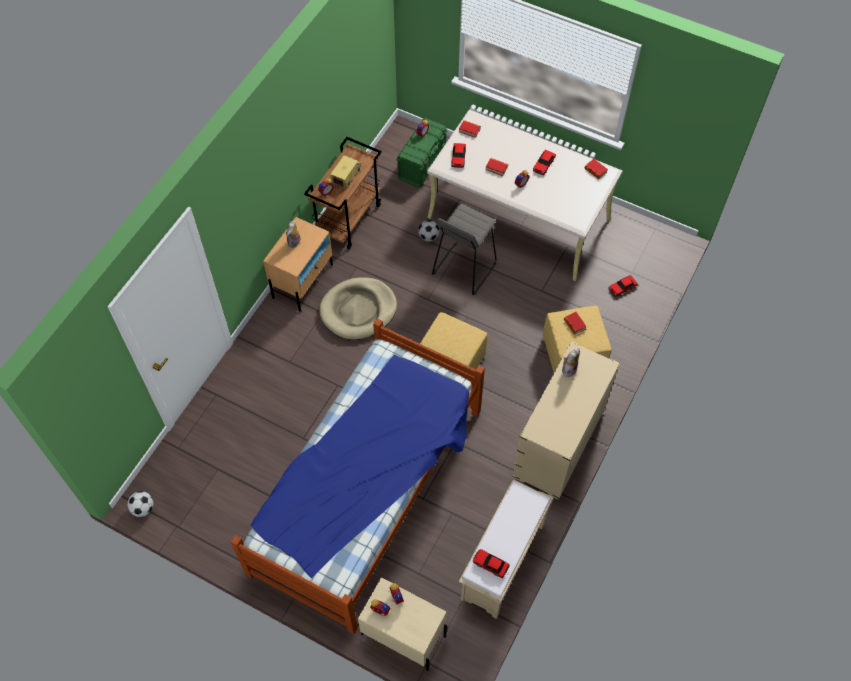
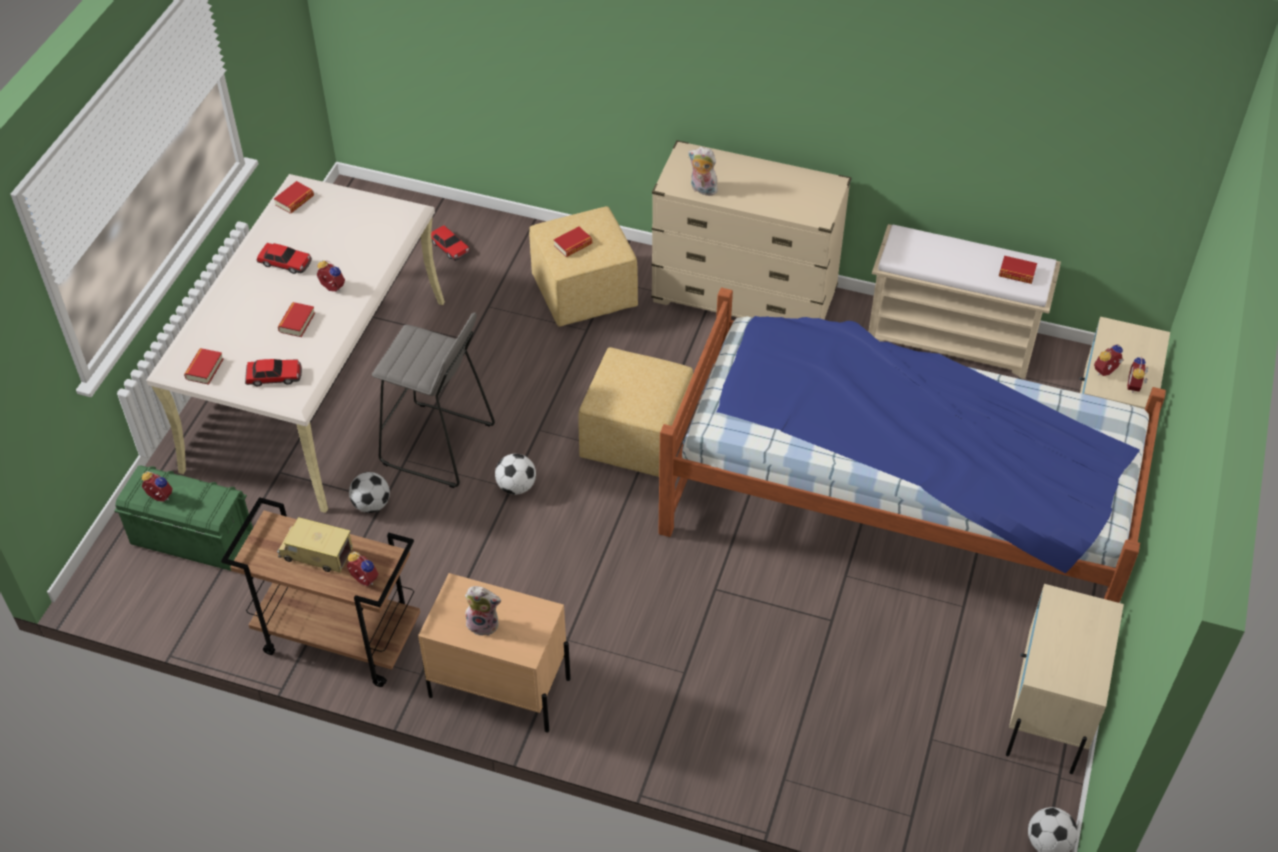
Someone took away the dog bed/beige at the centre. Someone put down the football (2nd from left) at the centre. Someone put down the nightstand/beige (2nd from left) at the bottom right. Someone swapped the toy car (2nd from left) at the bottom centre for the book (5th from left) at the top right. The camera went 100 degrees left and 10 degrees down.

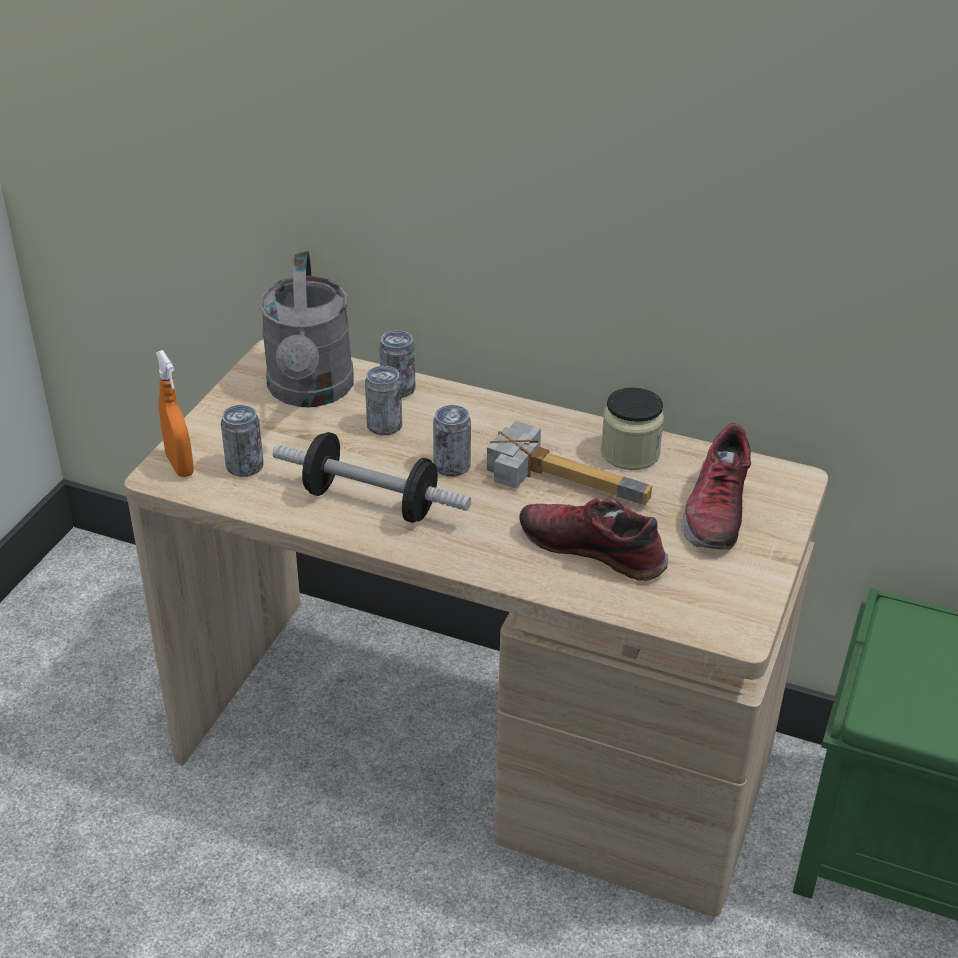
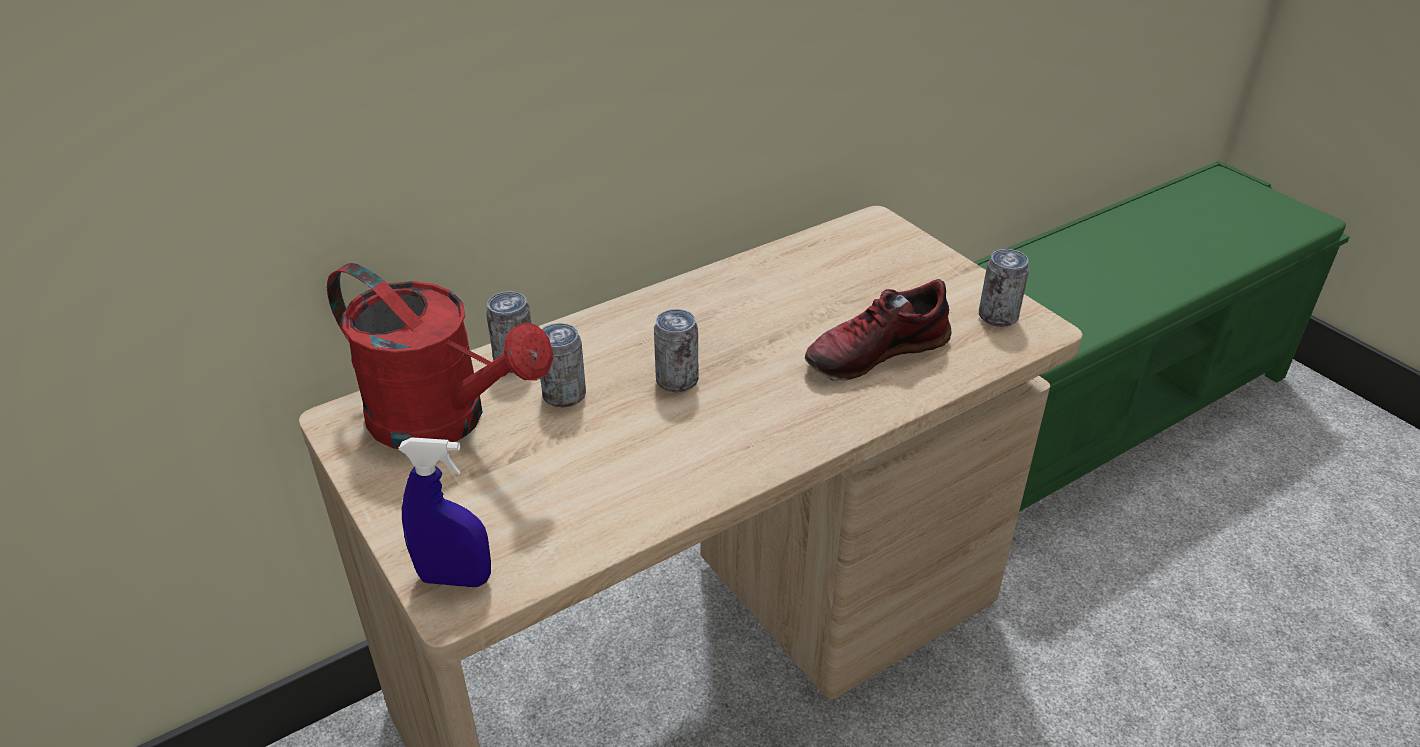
Someone took away the dumbbell at the centre. Someone took away the hammer at the centre. Someone took away the jar at the centre. Someone took away the shoe (2nd from left) at the middle right. Someone carried the can (1st from left in the first image) from the middle left to the middle right. Someone repainted the spray bottle/orange at the middle left, which became the spray bottle/blue at the bottom left. Someone repainted the watering can/grey at the middle left, which became the watering can/red at the middle left. The camera went 55 degrees left and 0 degrees up.

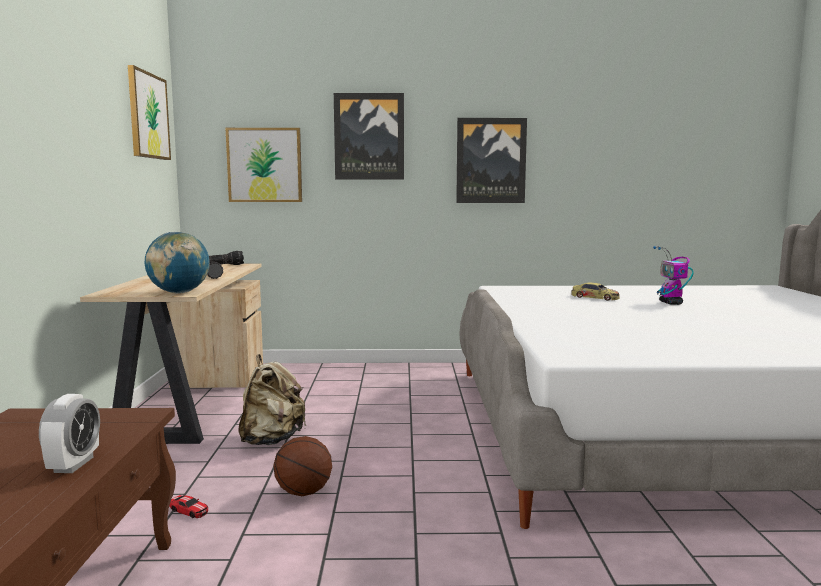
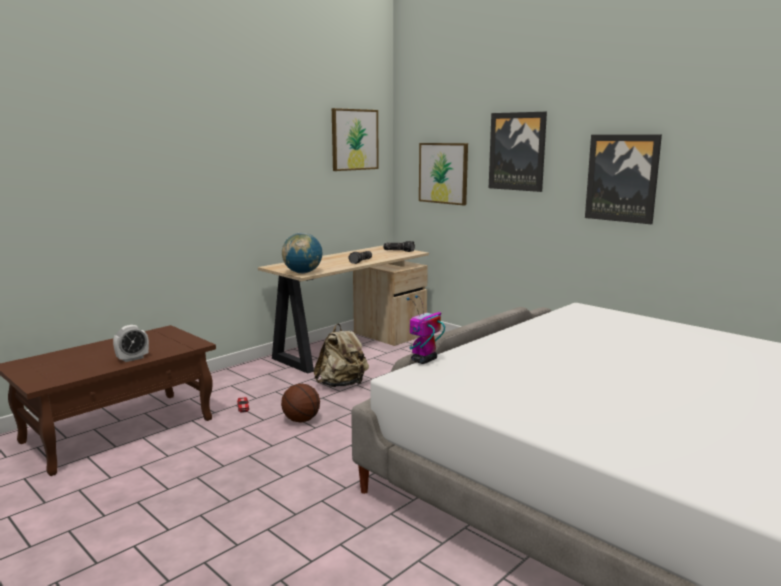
Someone took away the toy car (2nd from left) at the middle right. Someone carried the toy robot from the middle right to the centre. The camera went 45 degrees right and 5 degrees up.

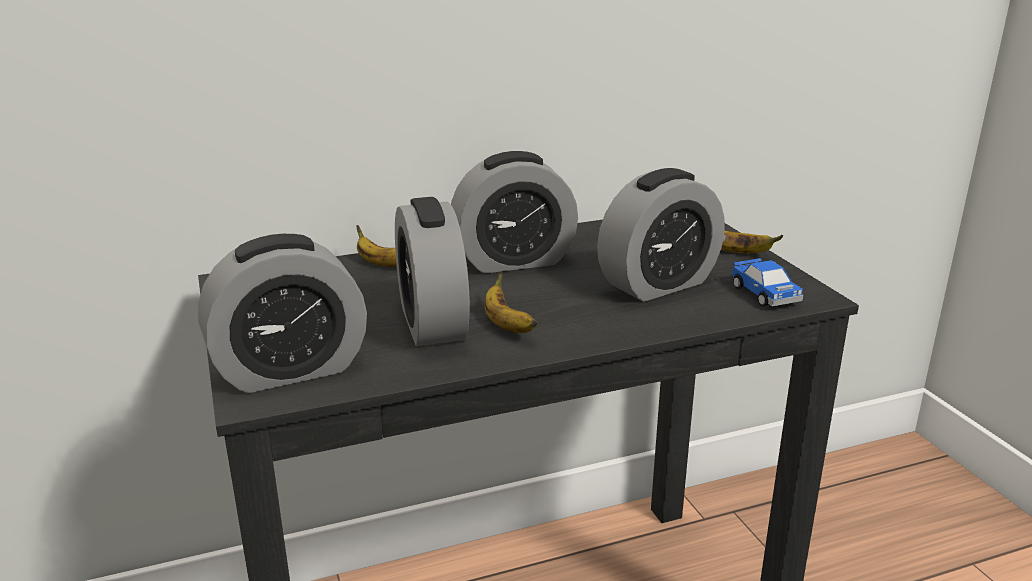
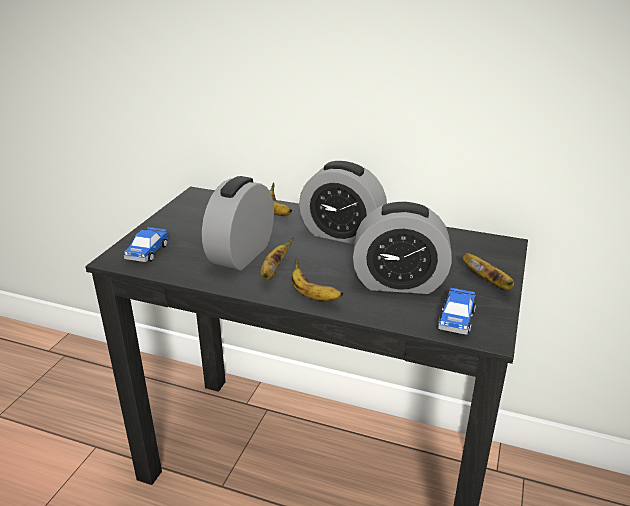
Someone put down the banana (3rd from left) at the centre. Someone swapped the alarm clock (1st from left) at the middle left for the toy car (1st from left) at the middle left. The camera went 40 degrees right and 5 degrees up.

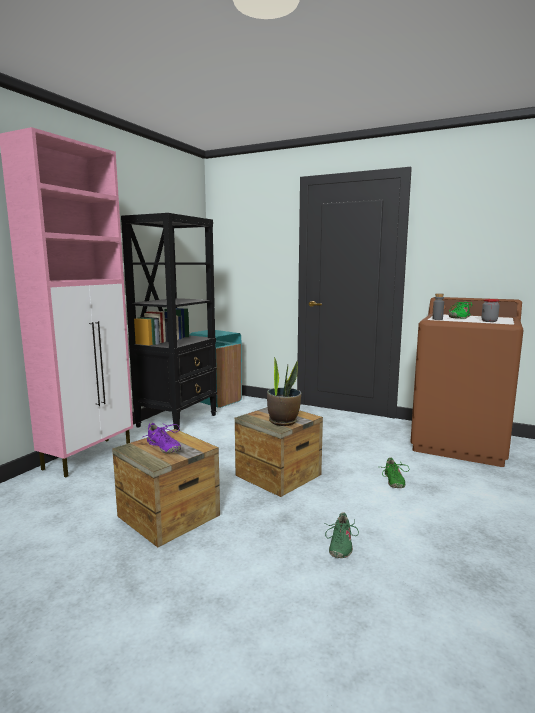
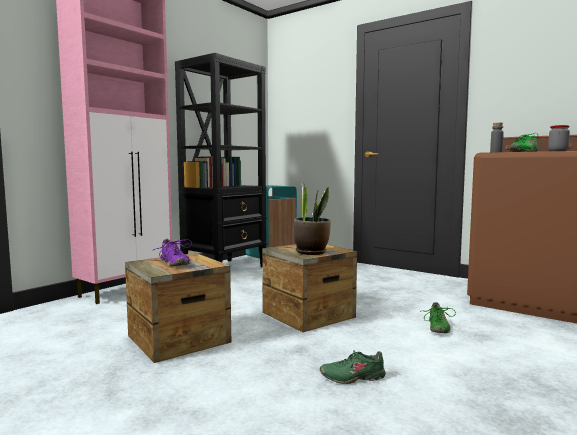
Someone rotated the shoe/green (1st from left) at the bottom centre by 60 degrees clockwise. The camera went 10 degrees right and 5 degrees down.

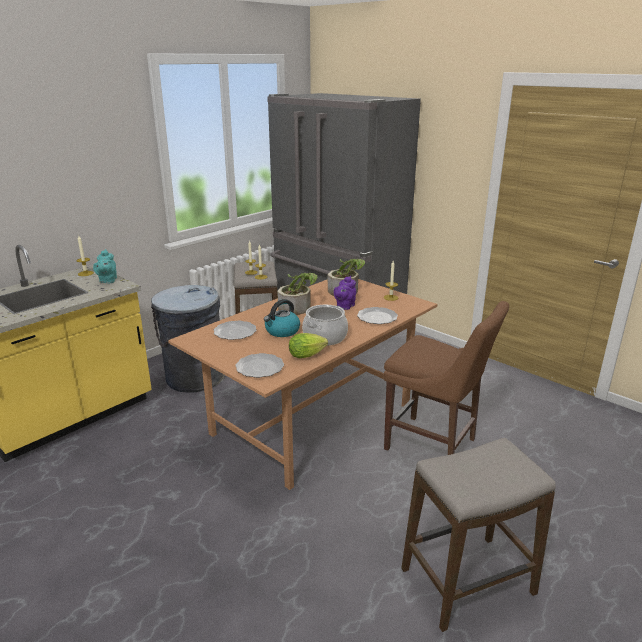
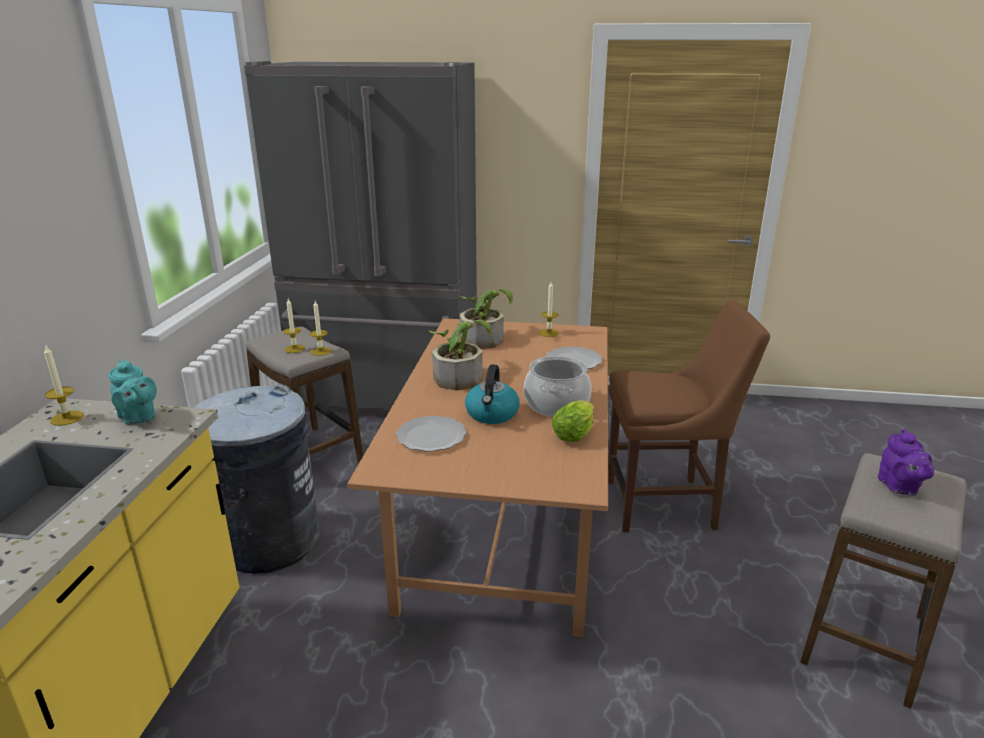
Someone took away the plate (2nd from left) at the centre. Someone carried the teapot/purple from the centre to the middle right. The camera went 35 degrees left and 0 degrees up.

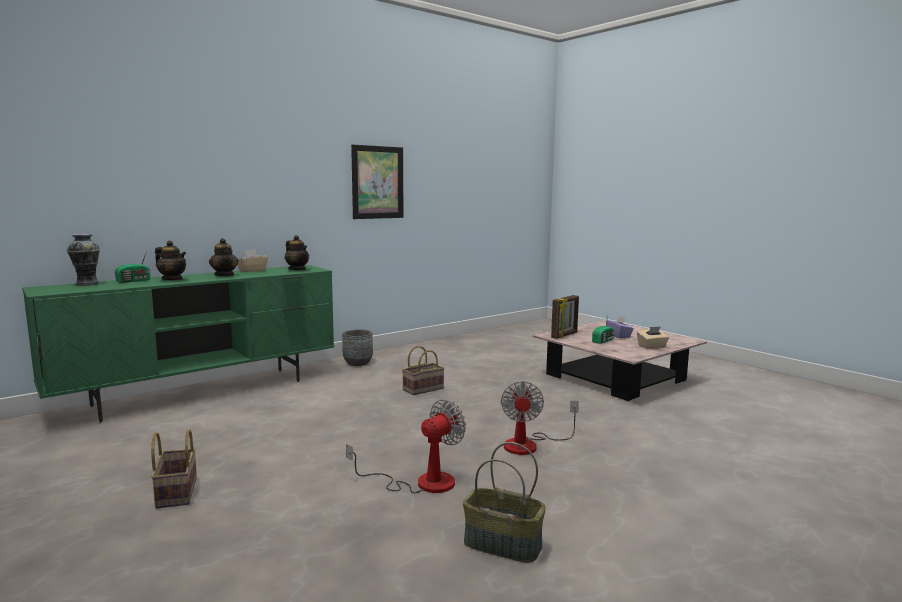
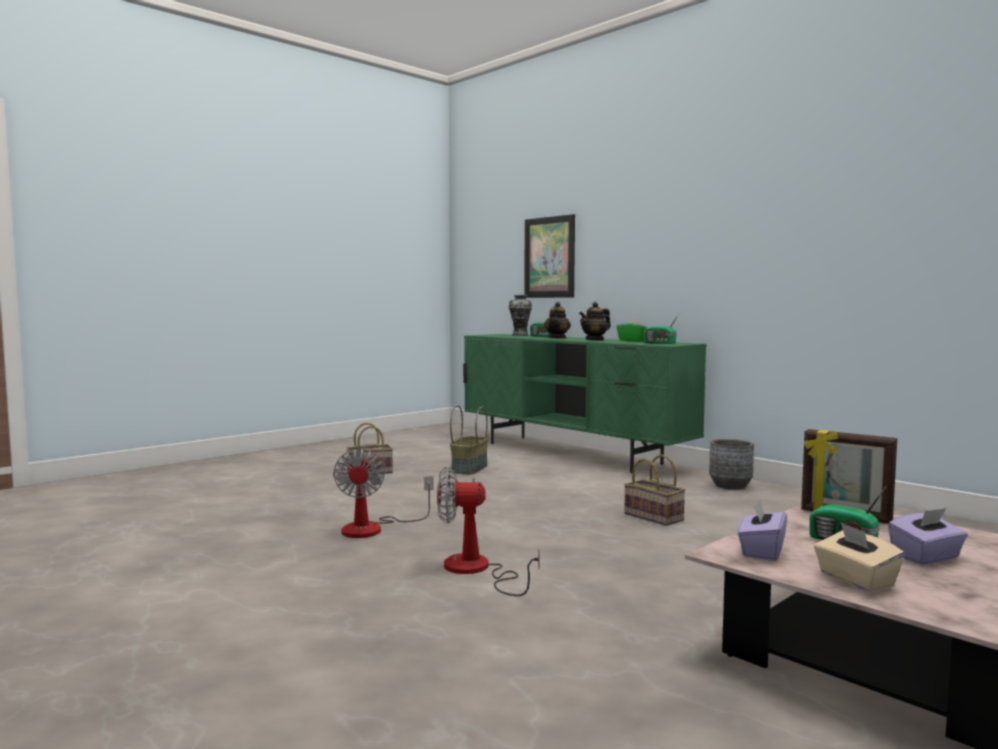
Someone put down the tissue box/purple (1st from left) at the bottom right. Someone carried the picture from the top centre to the centre. Someone carried the basket (3rd from left in the first image) from the bottom centre to the centre. Someone swapped the teapot (3rd from left) at the middle left for the radio (2nd from left) at the centre. Someone repainted the tissue box/beige (1st from left) at the middle left, which became the tissue box/green at the centre. Someone rotated the fan (1st from left) at the bottom centre by 45 degrees clockwise. The camera went 85 degrees right and 5 degrees down.

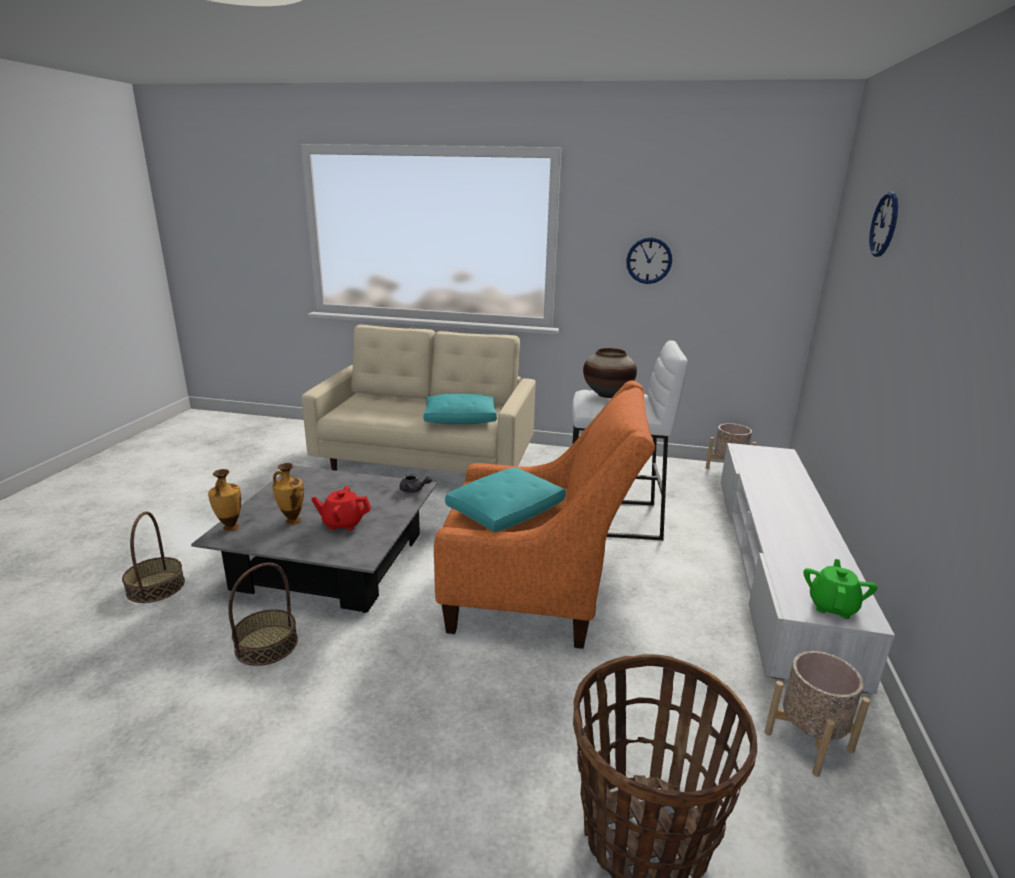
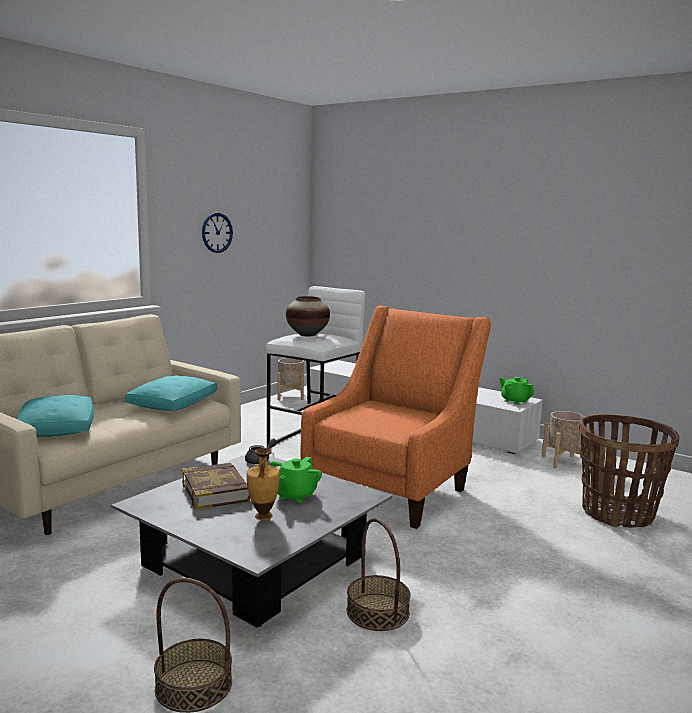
Someone took away the vase (1st from left) at the middle left. Someone took away the wall clock (2nd from left) at the top right. Someone put down the book at the bottom left. Someone carried the pillow/turquoise (2nd from left in the first image) from the centre to the middle left. Someone repainted the teapot/red at the centre, which became the teapot/green (1st from left) at the bottom centre. The camera went 65 degrees left and 10 degrees down.

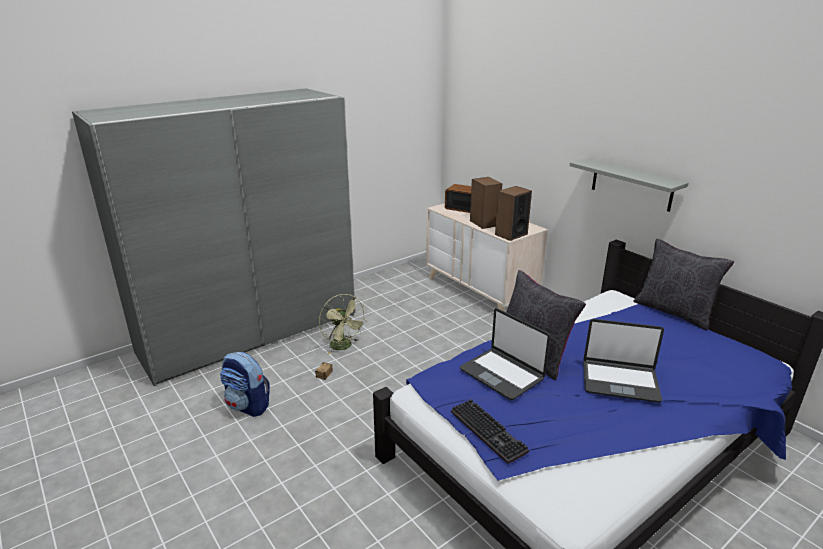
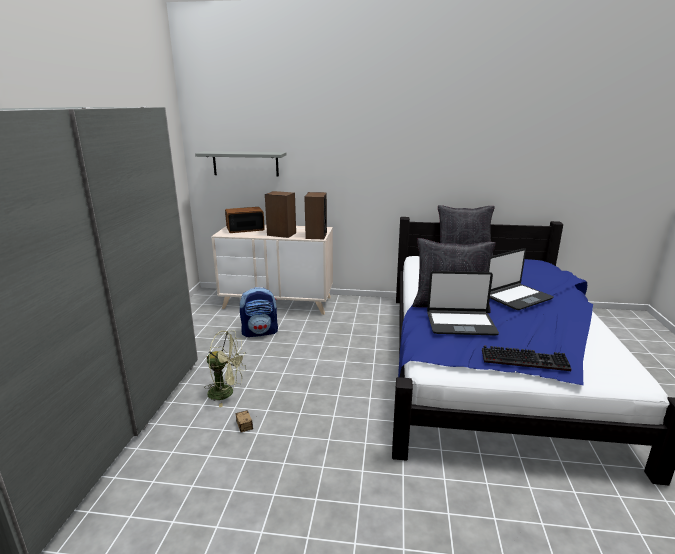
Someone carried the backpack from the bottom left to the centre. Someone carried the shelf/grey from the middle right to the top centre. The camera went 45 degrees left and 5 degrees down.

